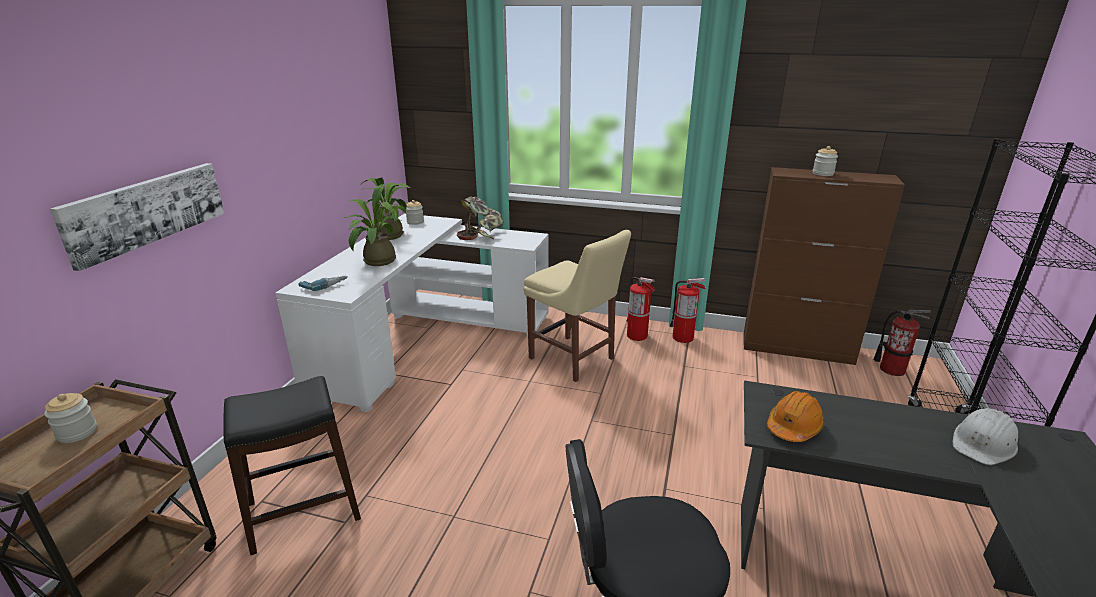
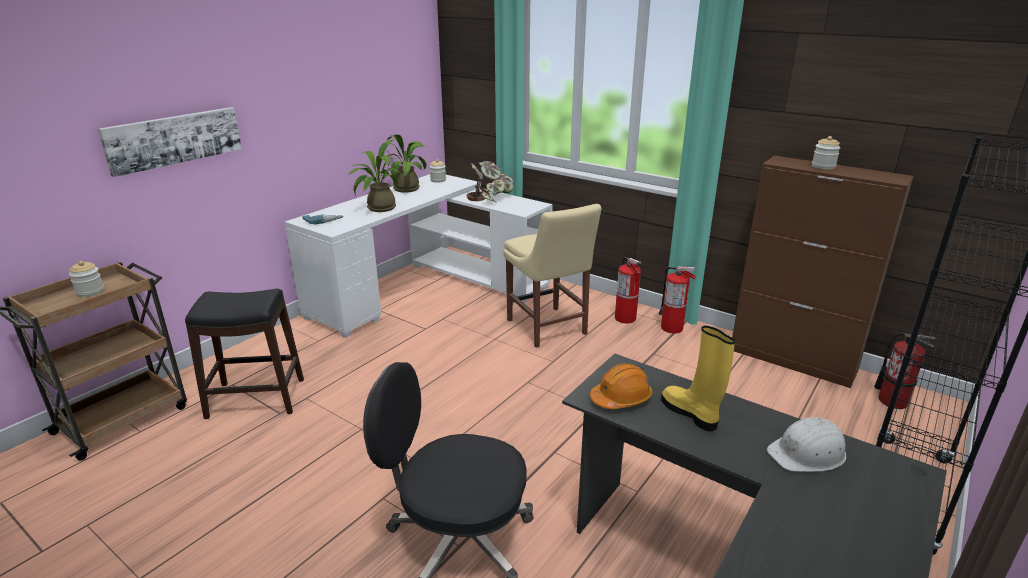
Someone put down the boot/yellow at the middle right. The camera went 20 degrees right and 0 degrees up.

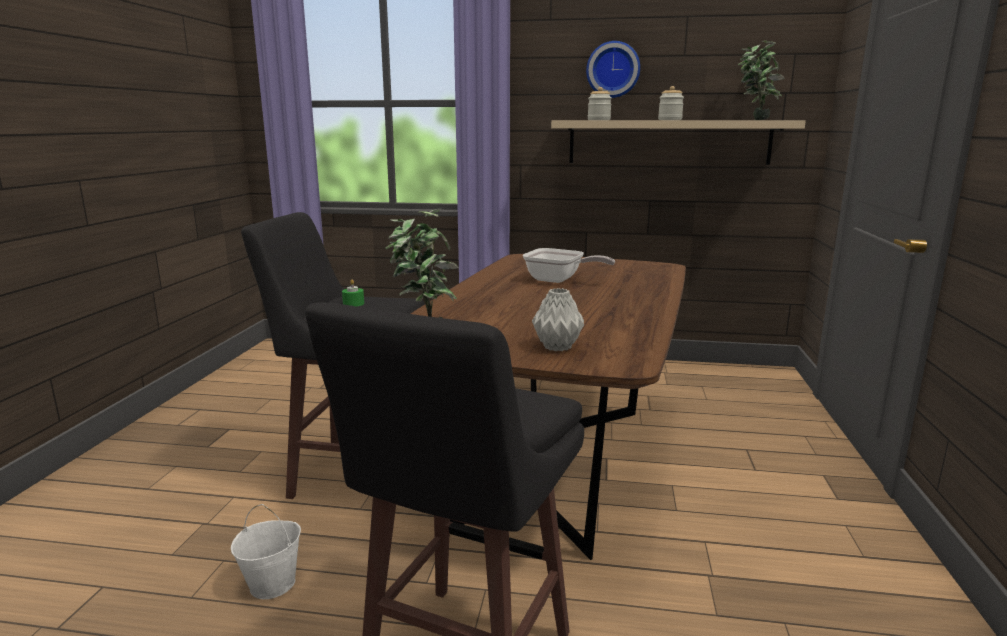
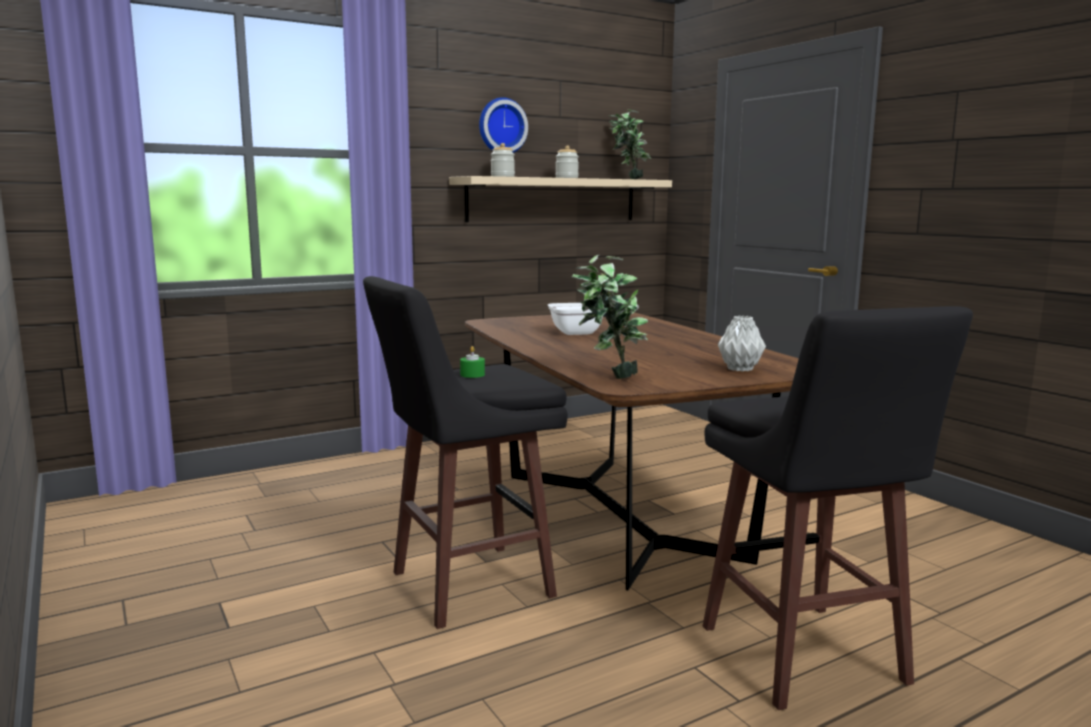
Someone took away the bucket/white at the bottom left. The camera went 40 degrees left and 5 degrees down.

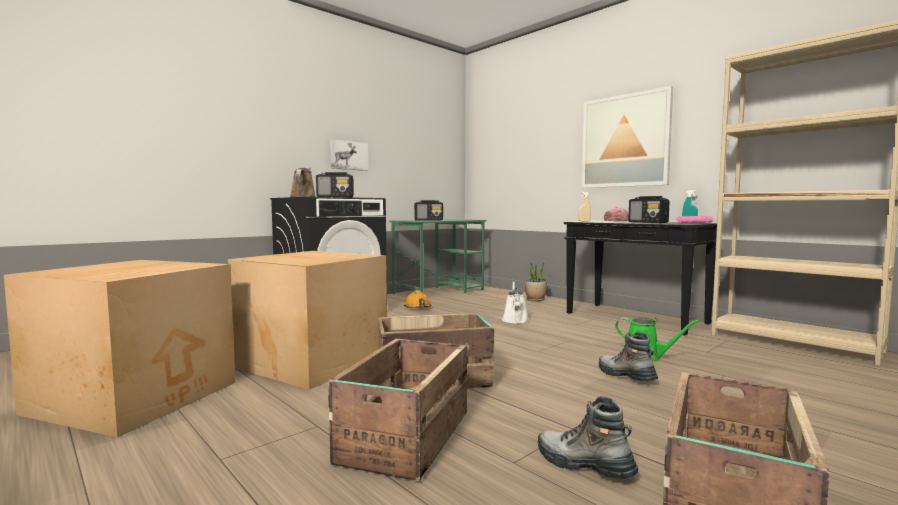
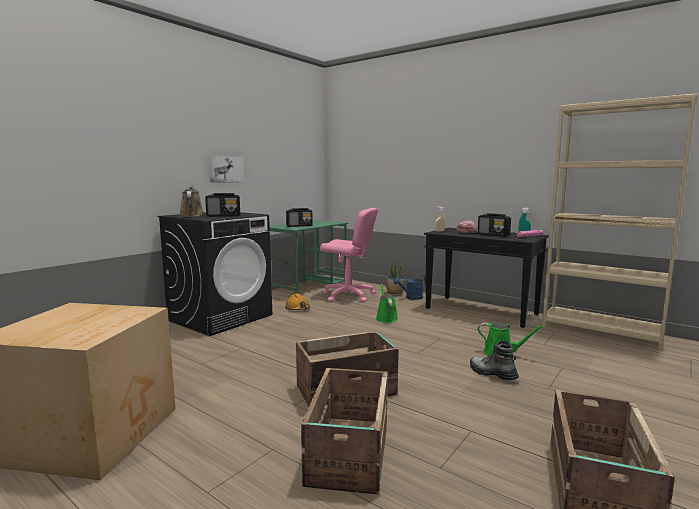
Someone took away the cardboard box (2nd from left) at the centre. Someone took away the boot (1st from left) at the bottom centre. Someone took away the picture (2nd from left) at the top right. Someone put down the office chair/pink at the centre. Someone put down the watering can/blue at the centre. Someone repainted the watering can/white at the centre, which became the watering can/green (1st from left) at the centre. The camera went 10 degrees left and 5 degrees up.

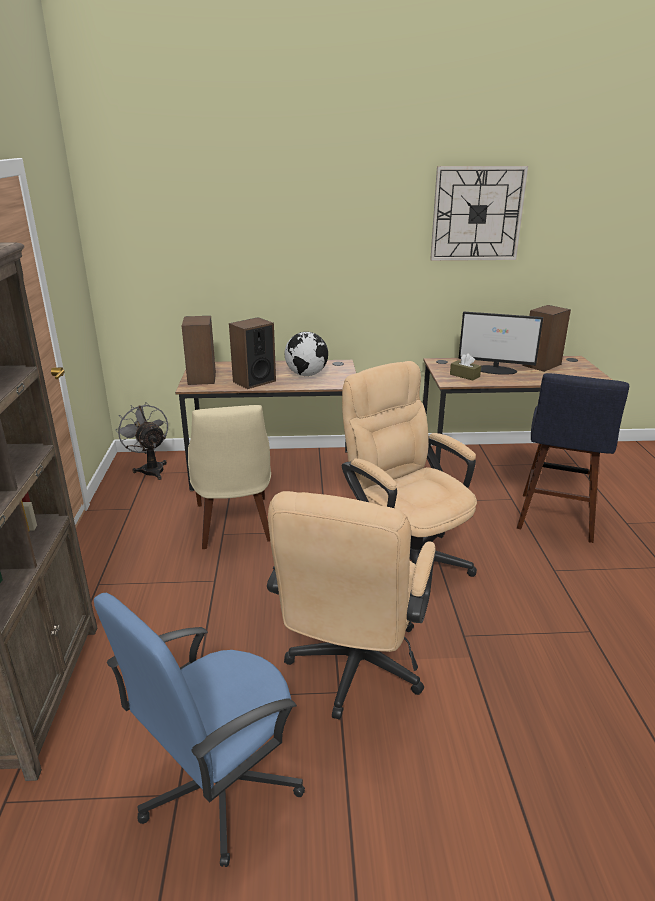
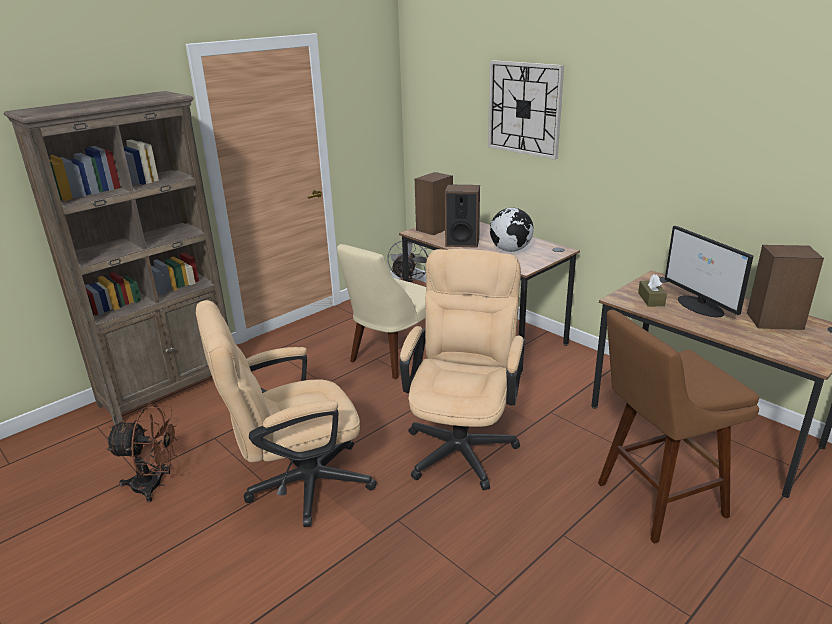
Someone carried the wall clock from the top right to the top centre. Someone swapped the office chair/blue at the bottom left for the fan/brown at the bottom left. Someone repainted the stool/blue at the middle right, which became the stool/brown at the bottom right. The camera went 50 degrees right and 0 degrees up.

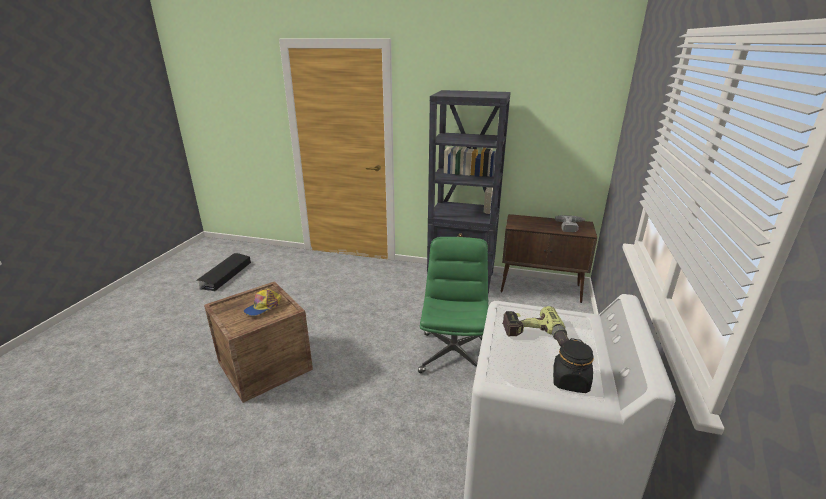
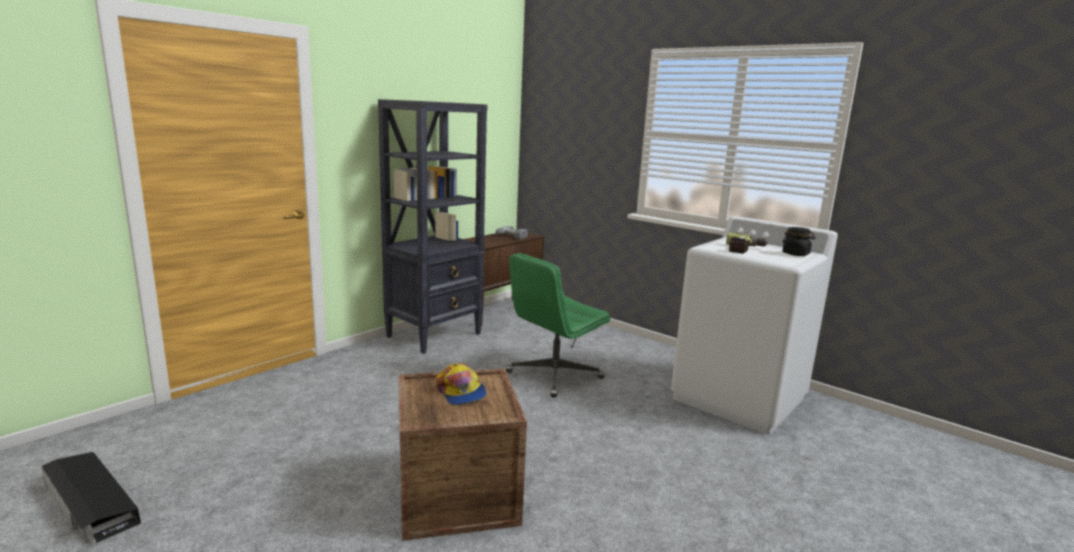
Someone rotated the office chair/green at the centre by 75 degrees counterclockwise. The camera went 65 degrees left and 10 degrees down.

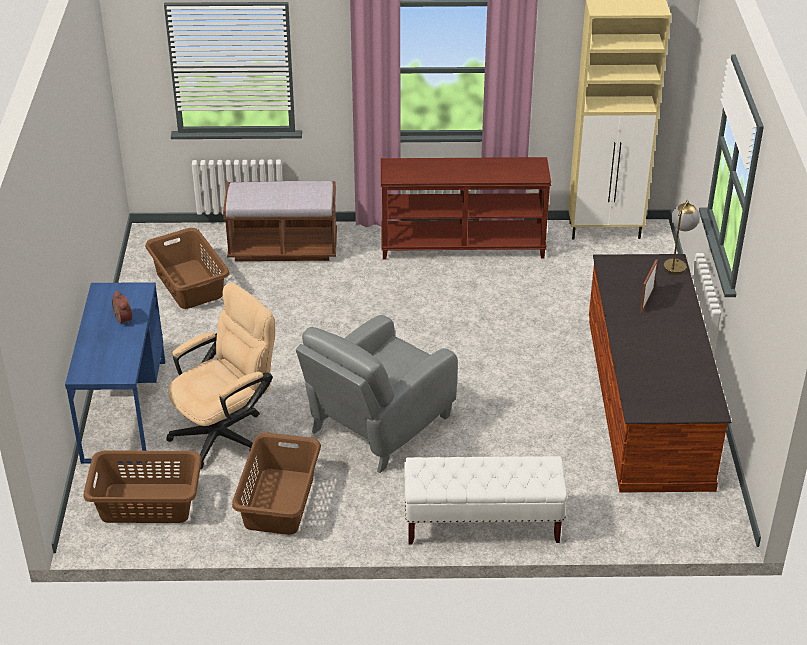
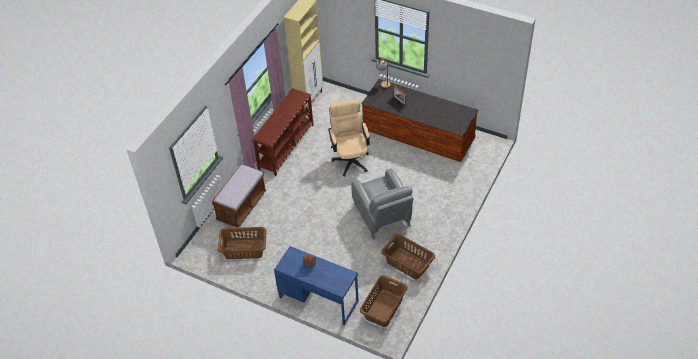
Someone took away the bench/white at the bottom centre. Someone carried the office chair/beige from the middle left to the centre. The camera went 60 degrees left and 10 degrees up.

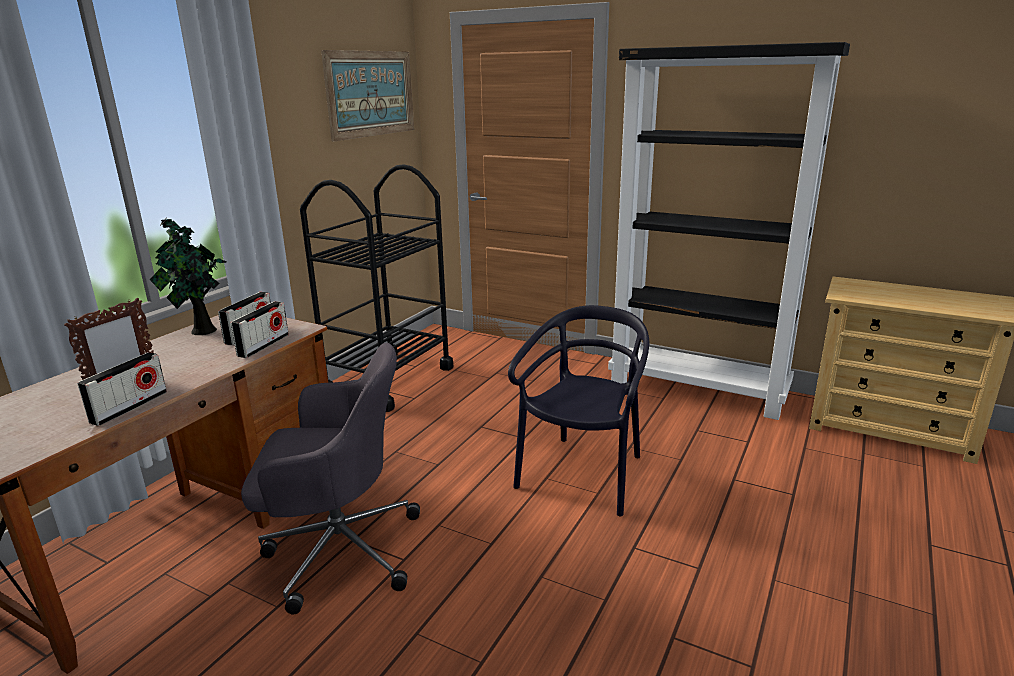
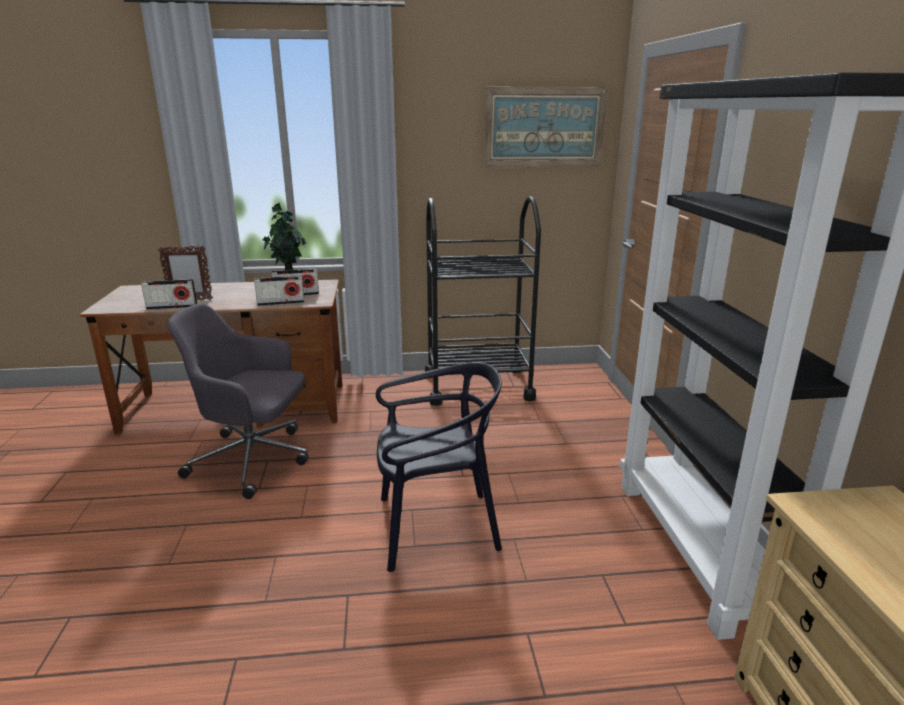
Someone rotated the office chair/grey at the bottom left by 135 degrees clockwise. The camera went 55 degrees right and 0 degrees up.

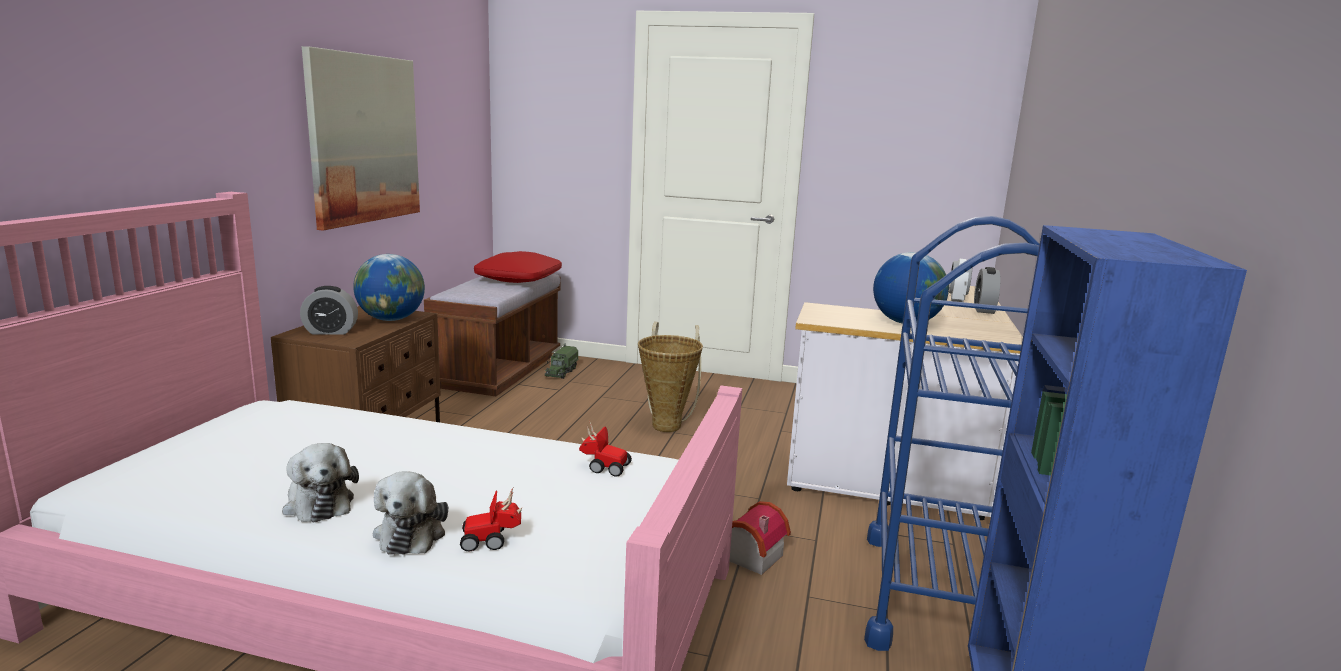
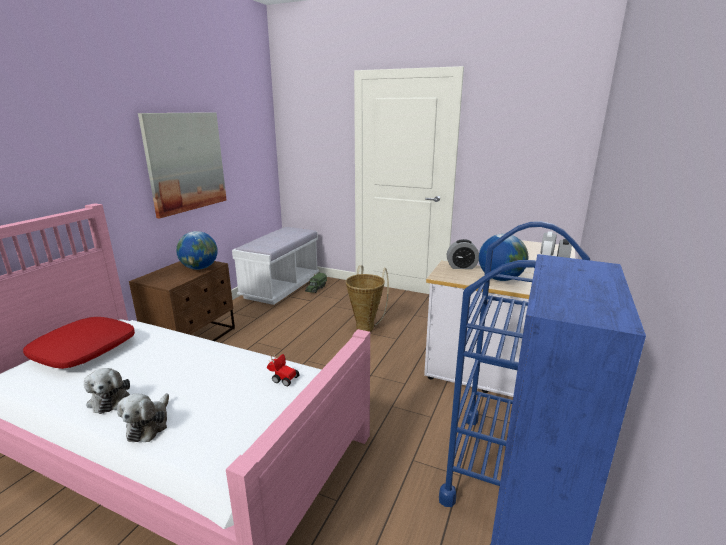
Someone took away the toy car (1st from left) at the bottom centre. Someone took away the toy house at the bottom centre. Someone carried the alarm clock (1st from left) from the middle left to the centre. Someone carried the pillow/red from the centre to the middle left. Someone repainted the bench/brown at the centre, which became the bench/white at the centre. The camera went 10 degrees right and 5 degrees up.

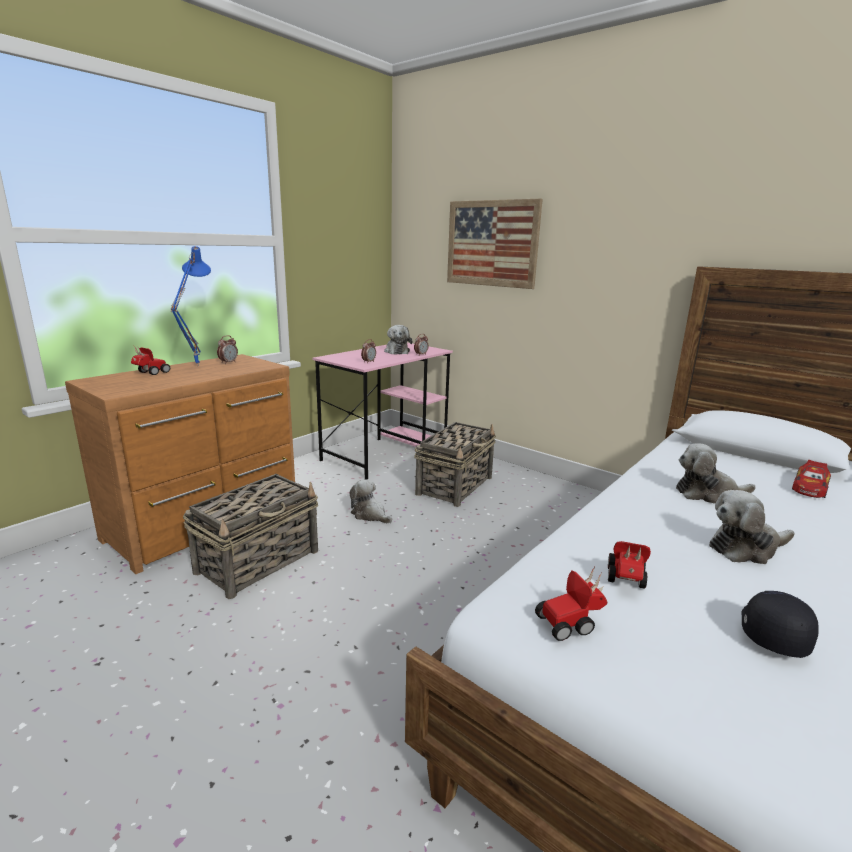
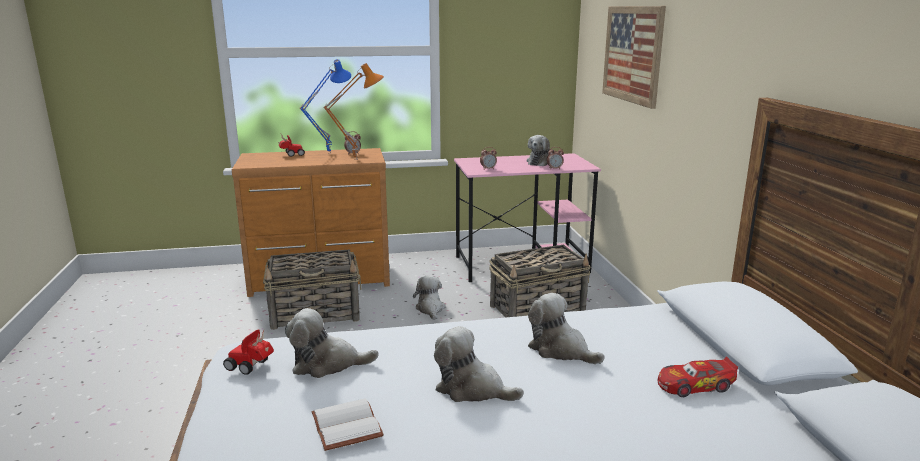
Someone put down the table lamp/orange at the top centre. Someone swapped the toy car (3rd from left) at the middle right for the plush toy (1st from left) at the bottom centre. Someone swapped the cap/black at the bottom right for the book/white at the bottom centre. The camera went 40 degrees right and 0 degrees up.

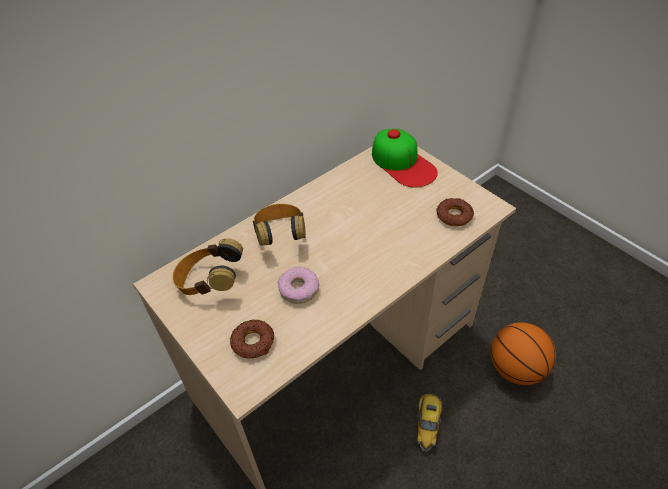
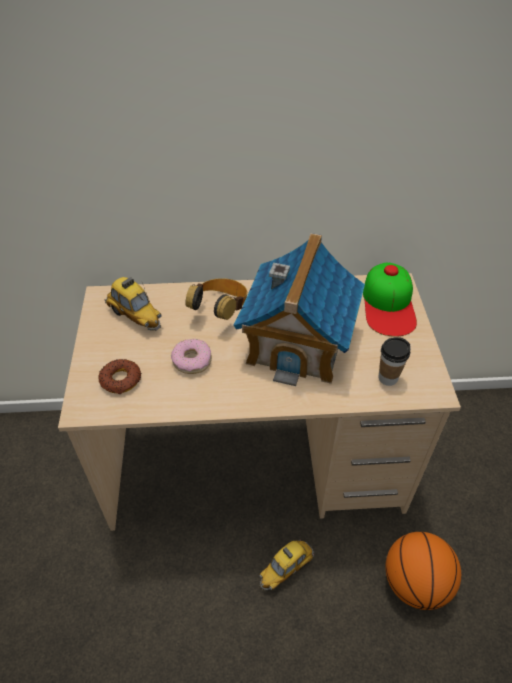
Someone put down the toy house at the centre. Someone swapped the headphones (1st from left) at the middle left for the toy car (1st from left) at the middle left. Someone swapped the donut (3rd from left) at the middle right for the cup at the middle right. The camera went 35 degrees right and 0 degrees up.

